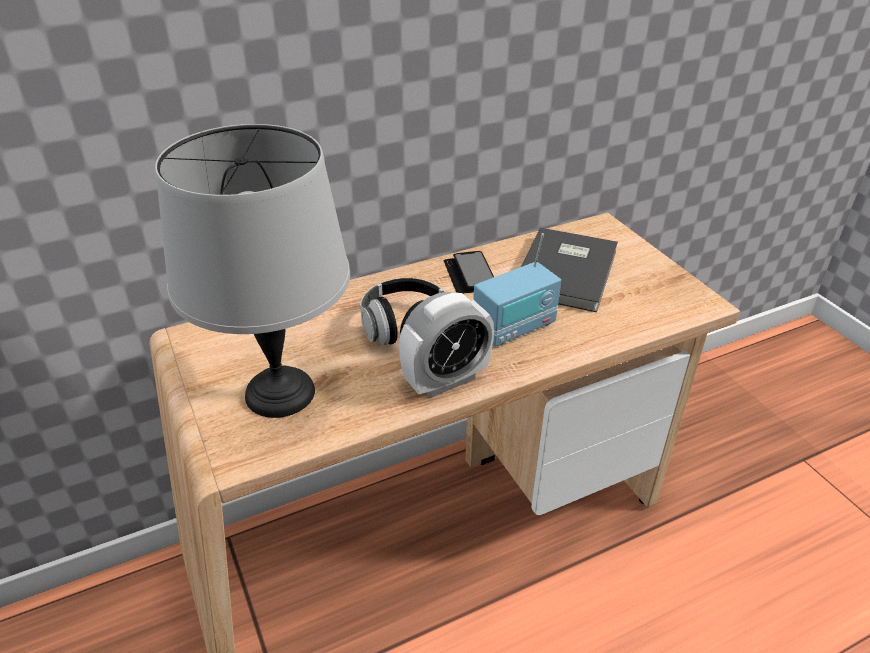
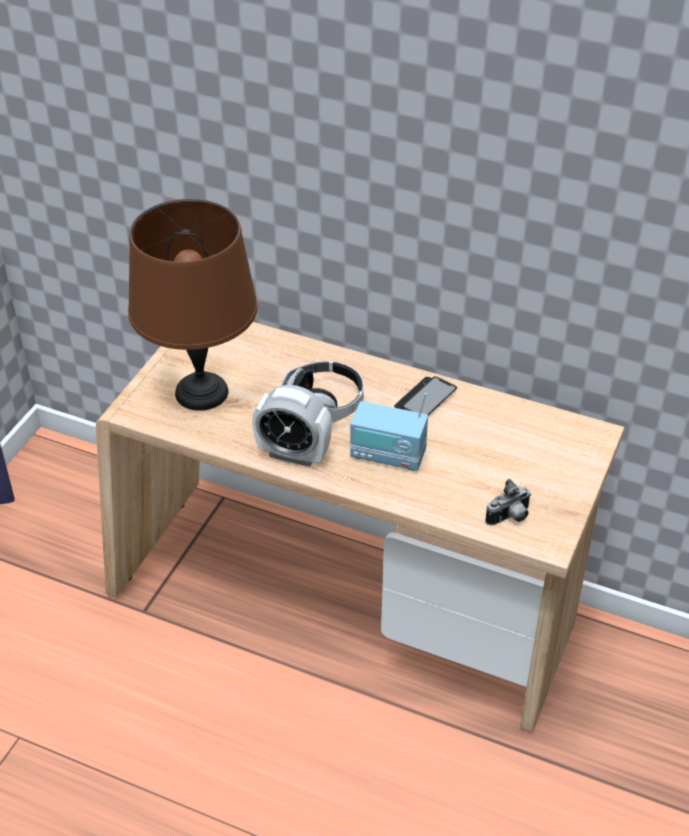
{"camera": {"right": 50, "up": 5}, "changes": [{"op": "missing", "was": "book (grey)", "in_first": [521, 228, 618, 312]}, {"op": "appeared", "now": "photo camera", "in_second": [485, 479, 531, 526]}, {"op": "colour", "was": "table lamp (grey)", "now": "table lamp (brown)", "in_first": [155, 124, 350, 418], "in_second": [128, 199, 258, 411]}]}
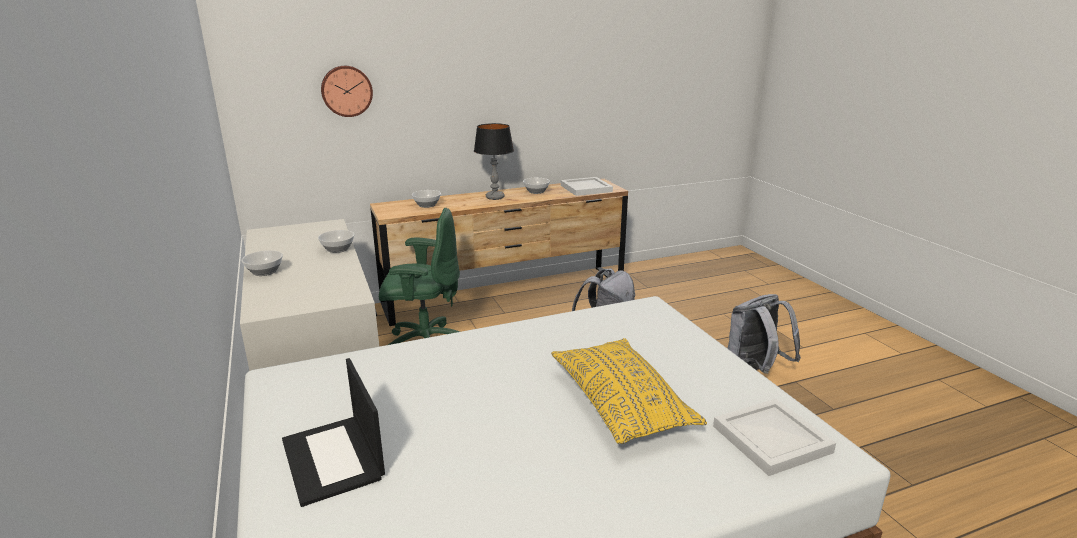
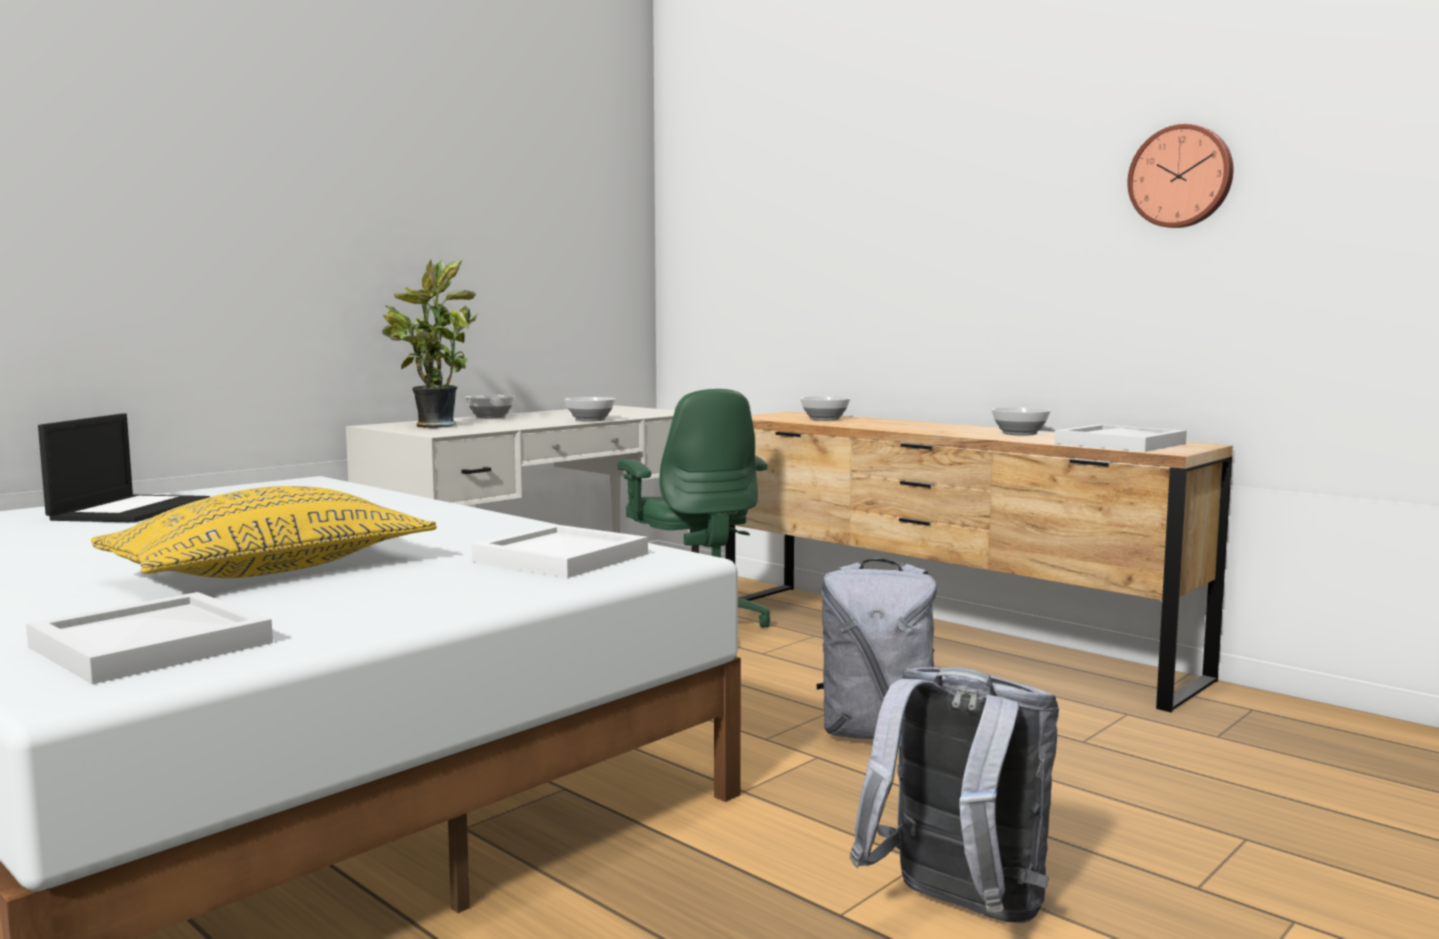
{"camera": {"right": 65, "up": -15}, "changes": [{"op": "missing", "was": "table lamp", "in_first": [474, 123, 514, 200]}, {"op": "appeared", "now": "potted plant", "in_second": [382, 259, 478, 428]}, {"op": "appeared", "now": "tray (white)", "in_second": [472, 524, 648, 578]}, {"op": "relocated", "was": "wall clock", "in_first": [321, 66, 373, 117], "in_second": [1127, 124, 1233, 228]}, {"op": "spun", "was": "laptop", "in_first": [282, 358, 385, 507], "in_second": [38, 413, 210, 523], "clockwise": 150}]}
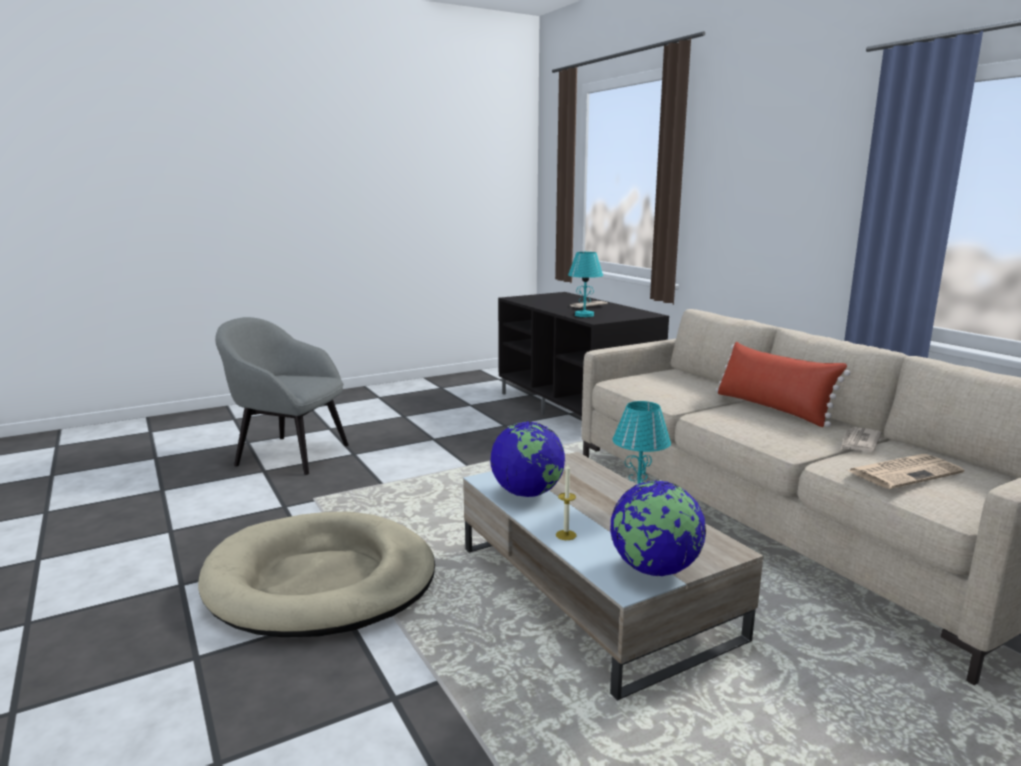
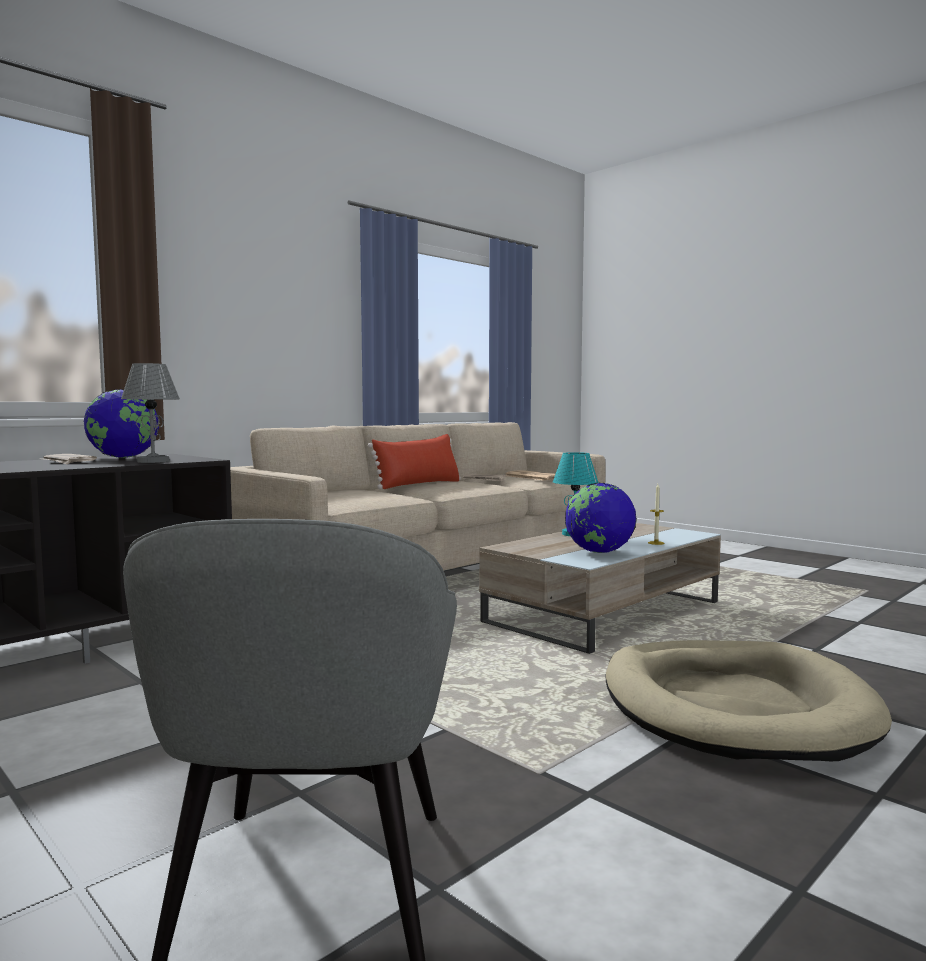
{"camera": {"right": -105, "up": -10}, "changes": [{"op": "relocated", "was": "globe", "in_first": [610, 480, 706, 576], "in_second": [83, 389, 159, 458]}, {"op": "colour", "was": "table lamp (turquoise)", "now": "table lamp (grey)", "in_first": [568, 252, 603, 317], "in_second": [121, 363, 180, 463]}]}
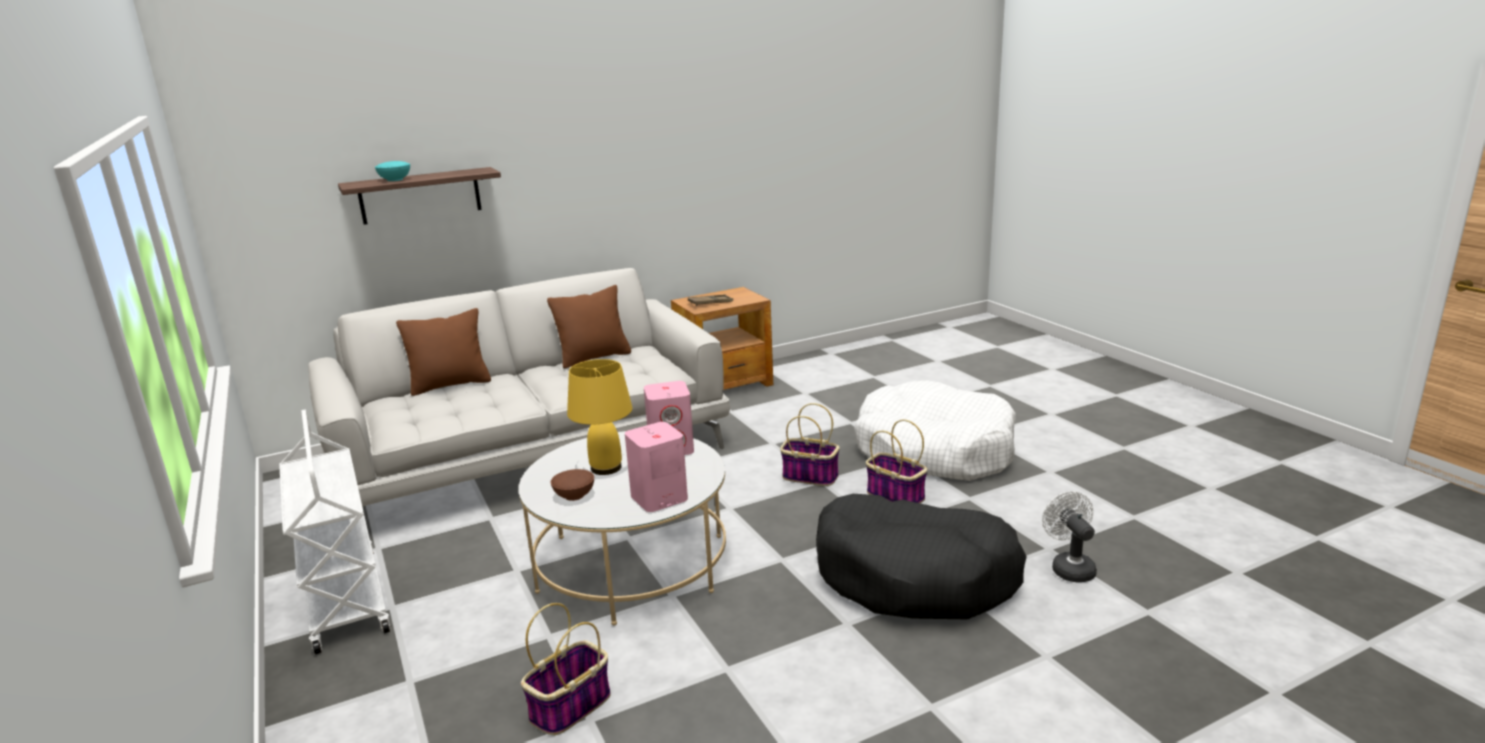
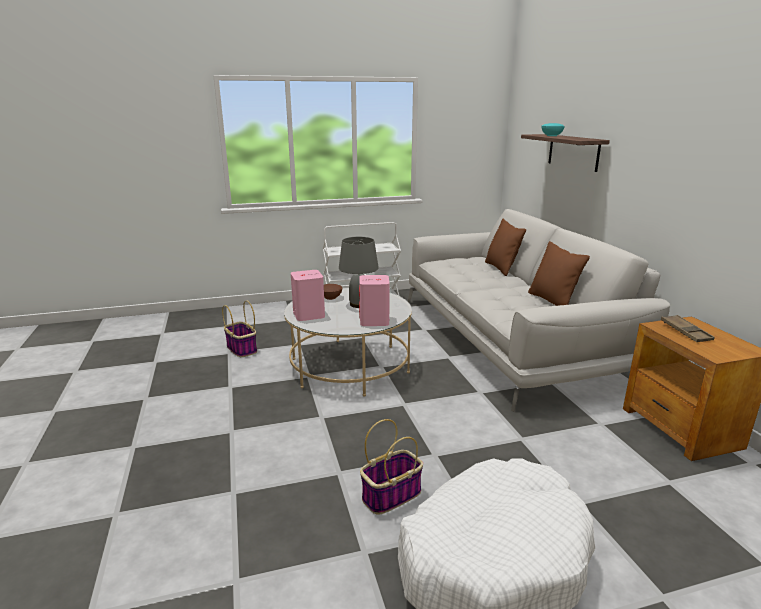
{"camera": {"right": 100, "up": 0}, "changes": [{"op": "missing", "was": "basket", "in_first": [780, 403, 840, 486]}, {"op": "missing", "was": "dog bed (black)", "in_first": [816, 494, 1027, 619]}, {"op": "missing", "was": "fan (white)", "in_first": [1042, 491, 1097, 583]}, {"op": "colour", "was": "table lamp (yellow)", "now": "table lamp (grey)", "in_first": [567, 359, 632, 475], "in_second": [339, 237, 379, 308]}]}
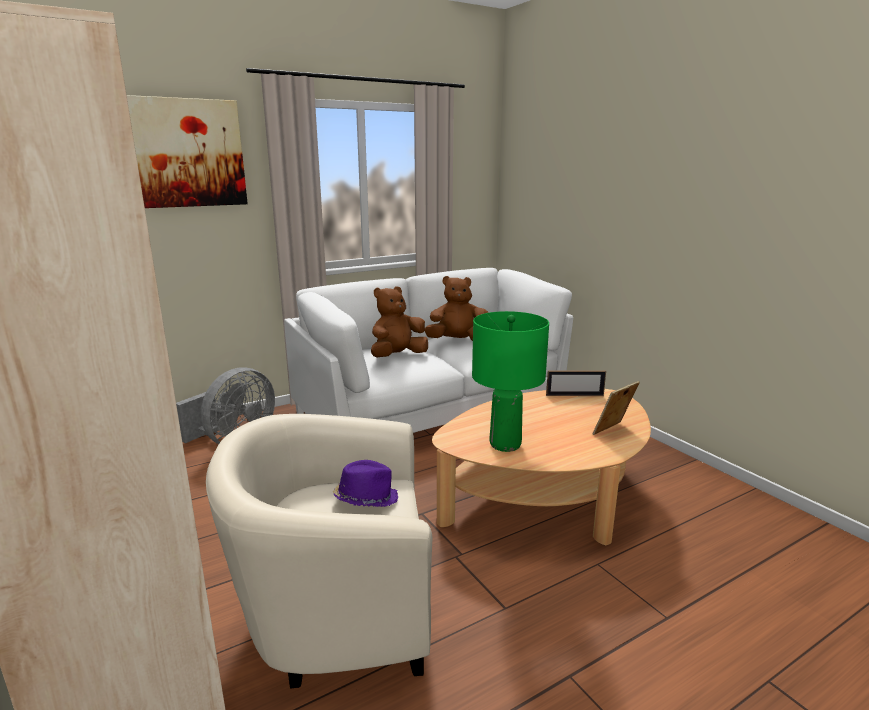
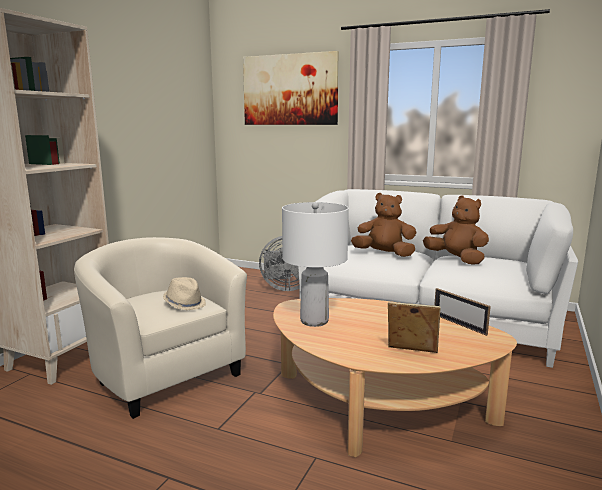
{"camera": {"right": 55, "up": -5}, "changes": [{"op": "colour", "was": "hat (purple)", "now": "hat (beige)", "in_first": [332, 460, 398, 507], "in_second": [163, 277, 206, 310]}, {"op": "colour", "was": "table lamp (green)", "now": "table lamp (white)", "in_first": [472, 311, 549, 452], "in_second": [282, 202, 349, 327]}]}
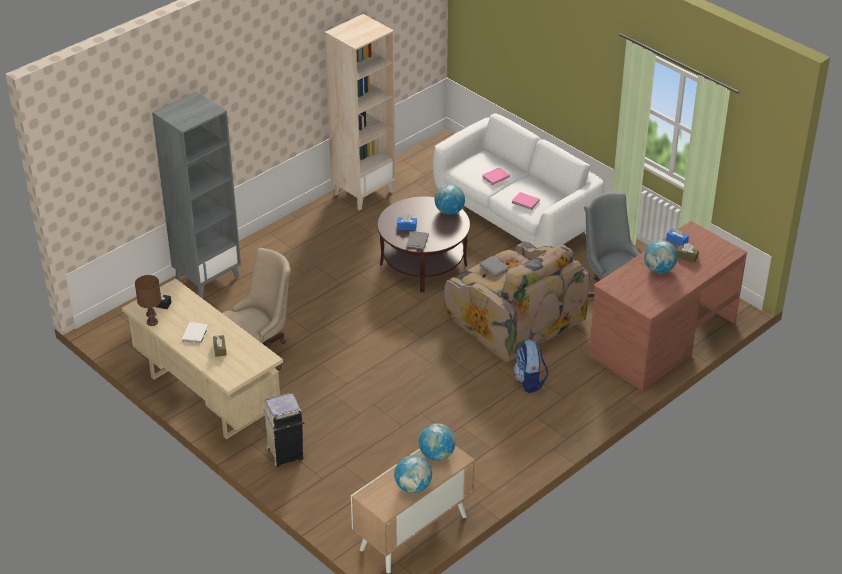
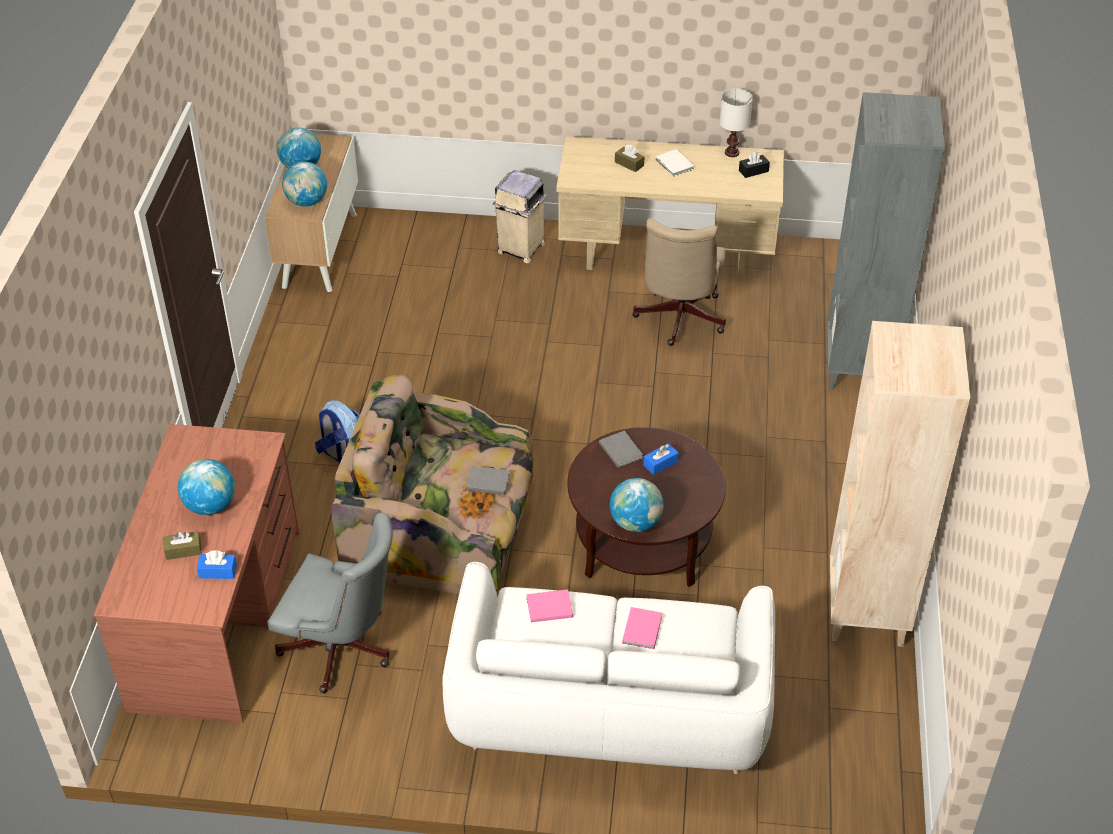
{"camera": {"right": 140, "up": 5}, "changes": [{"op": "colour", "was": "table lamp (brown)", "now": "table lamp (white)", "in_first": [135, 275, 161, 326], "in_second": [720, 89, 753, 157]}]}
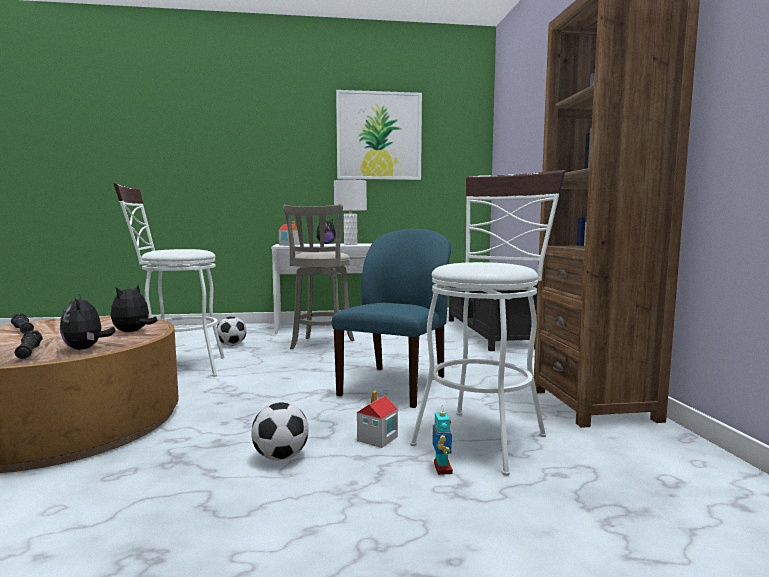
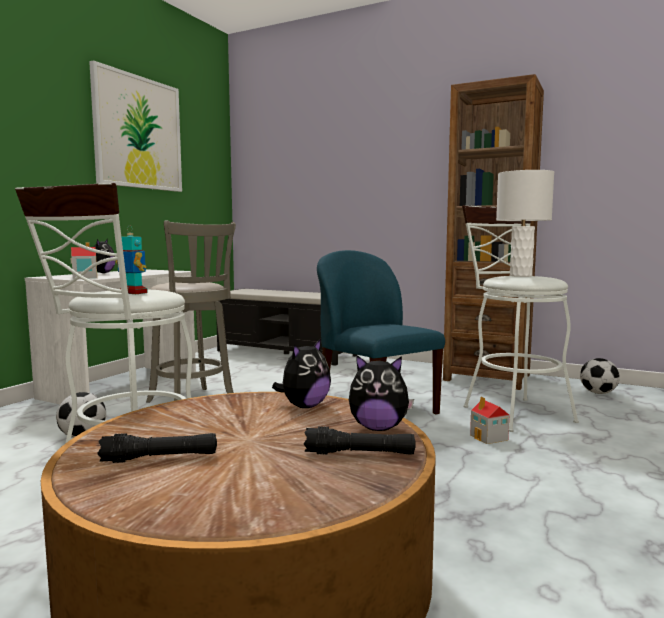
{"camera": {"right": -55, "up": 0}, "changes": [{"op": "relocated", "was": "football", "in_first": [251, 402, 309, 461], "in_second": [580, 358, 620, 394]}, {"op": "relocated", "was": "table lamp (white)", "in_first": [334, 179, 367, 245], "in_second": [496, 170, 554, 277]}, {"op": "relocated", "was": "toy robot", "in_first": [432, 411, 453, 475], "in_second": [115, 225, 148, 294]}, {"op": "spun", "was": "plush toy", "in_first": [111, 285, 158, 332], "in_second": [272, 339, 331, 408], "clockwise": -105}]}
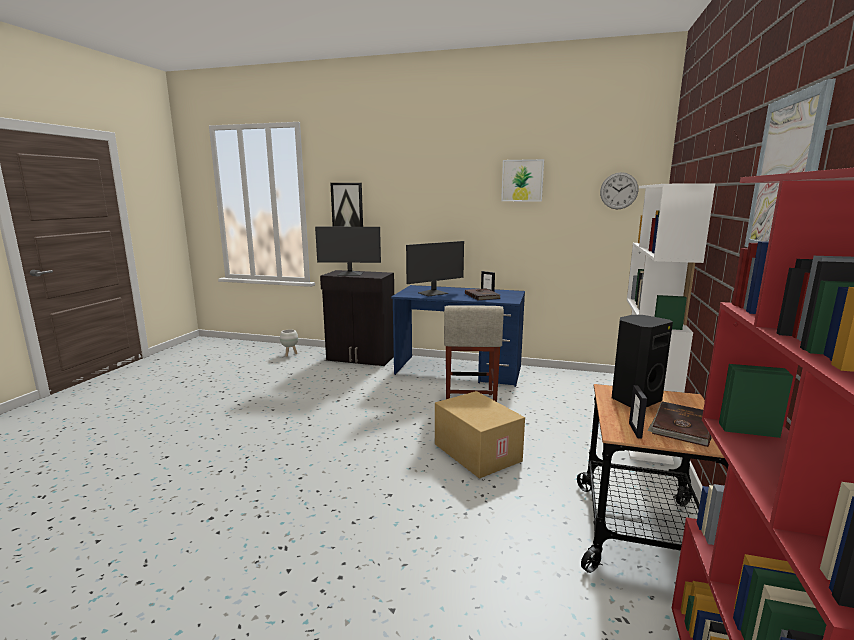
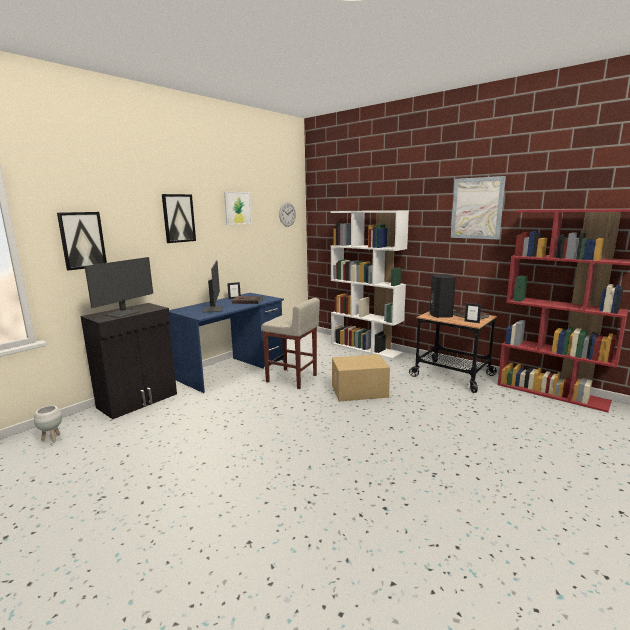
{"camera": {"right": -65, "up": 0}, "changes": [{"op": "appeared", "now": "picture", "in_second": [162, 194, 196, 243]}]}
